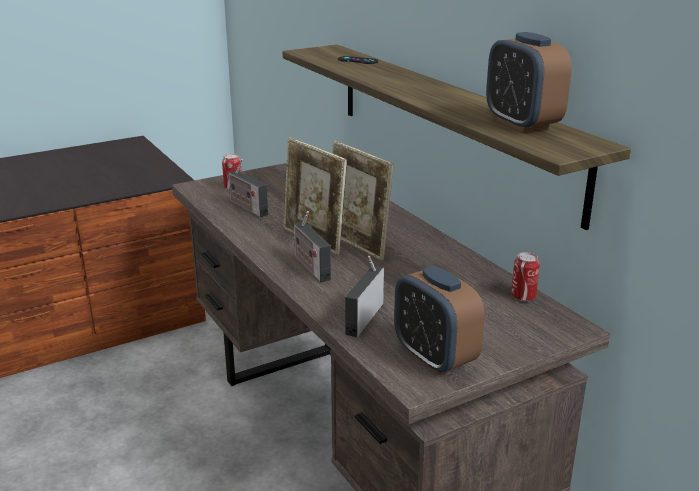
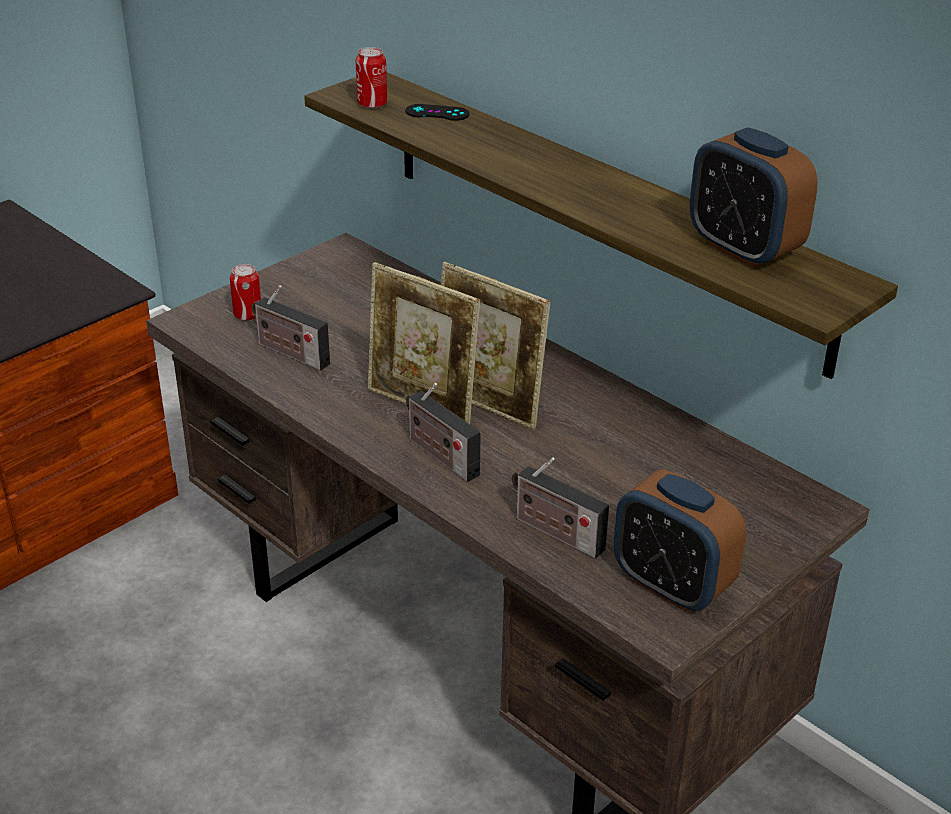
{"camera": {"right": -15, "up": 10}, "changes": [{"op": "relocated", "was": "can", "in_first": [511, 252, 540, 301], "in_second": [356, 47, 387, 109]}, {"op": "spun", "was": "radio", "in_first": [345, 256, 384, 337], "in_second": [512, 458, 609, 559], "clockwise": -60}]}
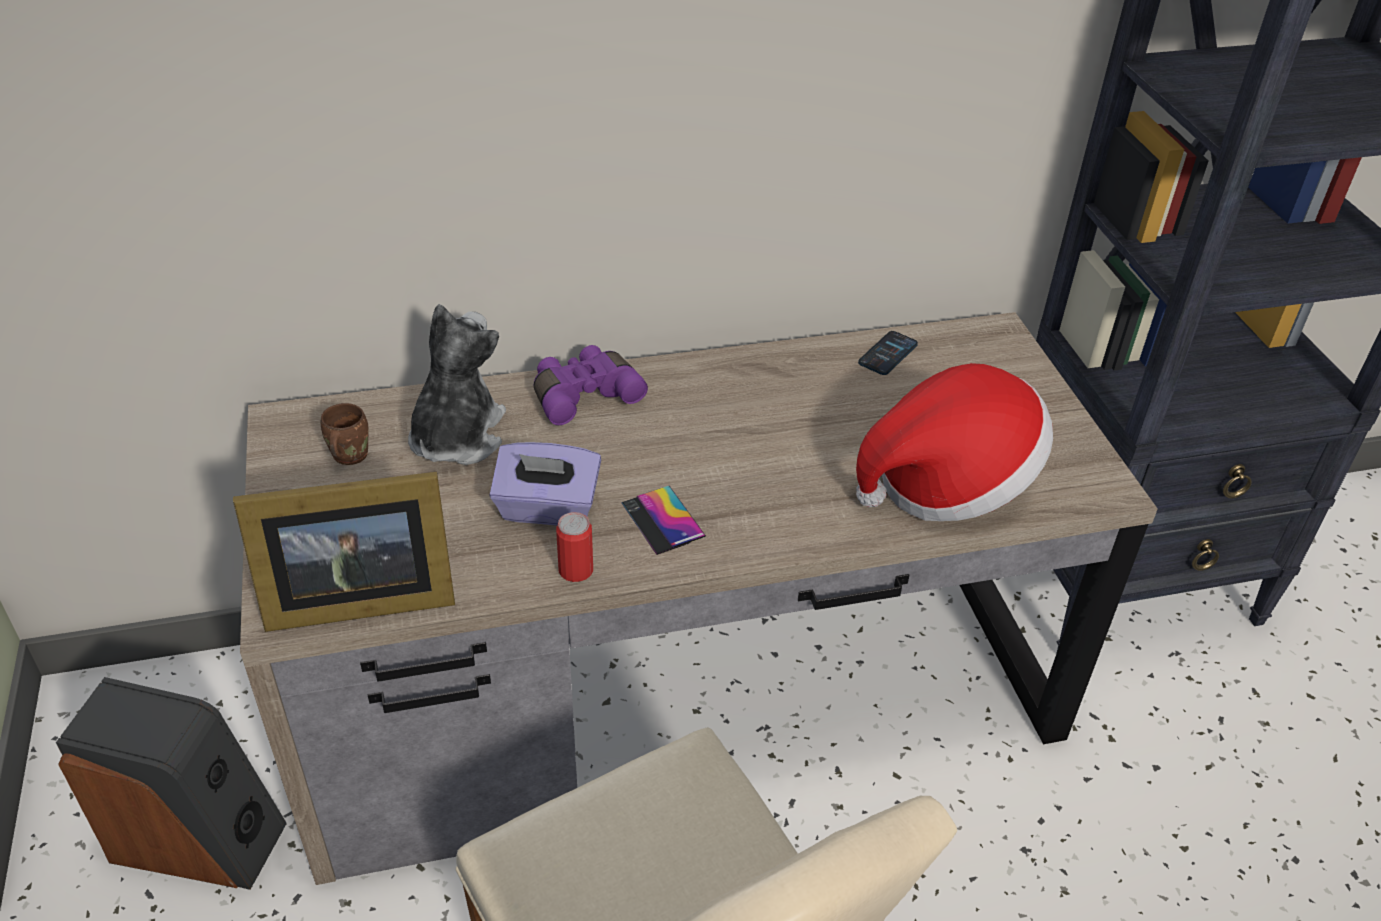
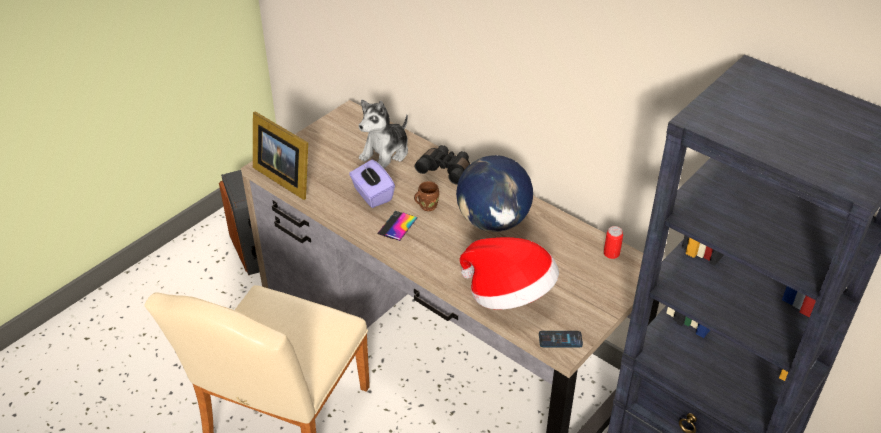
{"camera": {"right": 55, "up": 0}, "changes": [{"op": "appeared", "now": "globe", "in_second": [456, 155, 533, 232]}, {"op": "relocated", "was": "mug (brown)", "in_first": [321, 403, 369, 465], "in_second": [414, 181, 439, 211]}, {"op": "relocated", "was": "can", "in_first": [556, 512, 593, 582], "in_second": [604, 226, 623, 259]}, {"op": "relocated", "was": "phone", "in_first": [858, 331, 918, 375], "in_second": [539, 331, 583, 348]}, {"op": "colour", "was": "binoculars (purple)", "now": "binoculars (black)", "in_first": [534, 345, 648, 425], "in_second": [415, 145, 470, 185]}, {"op": "spun", "was": "plush toy", "in_first": [408, 304, 506, 465], "in_second": [359, 100, 408, 168], "clockwise": 150}]}
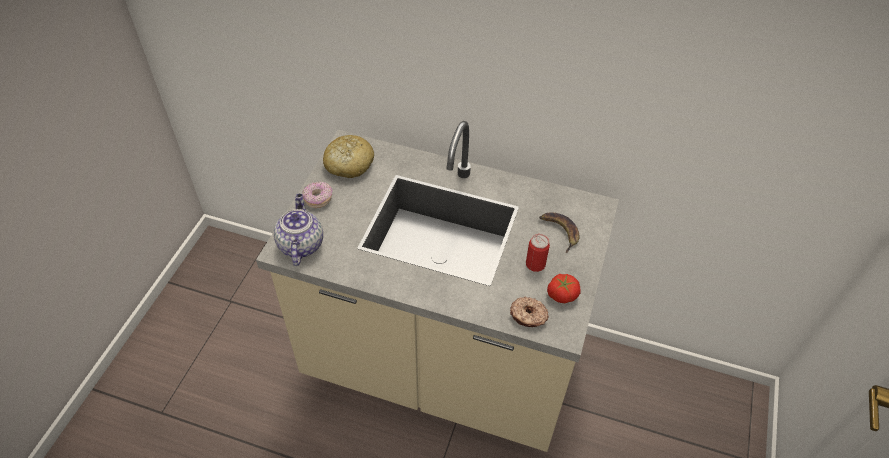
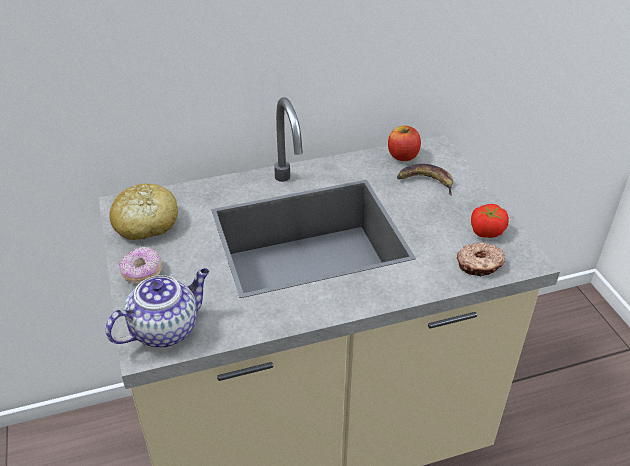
{"camera": {"right": -35, "up": -10}, "changes": [{"op": "missing", "was": "can", "in_first": [526, 234, 550, 272]}, {"op": "appeared", "now": "apple", "in_second": [388, 126, 421, 161]}, {"op": "spun", "was": "teapot", "in_first": [274, 194, 323, 266], "in_second": [105, 268, 209, 348], "clockwise": 90}]}
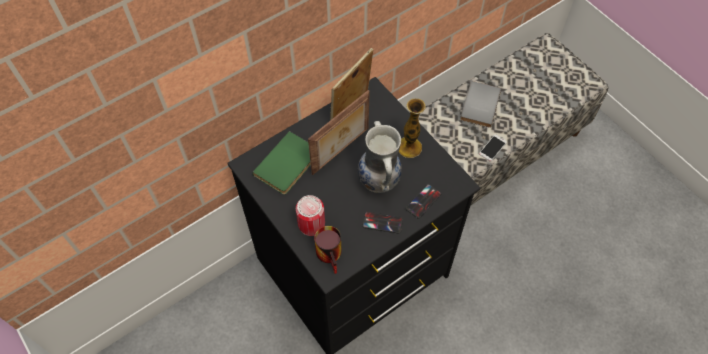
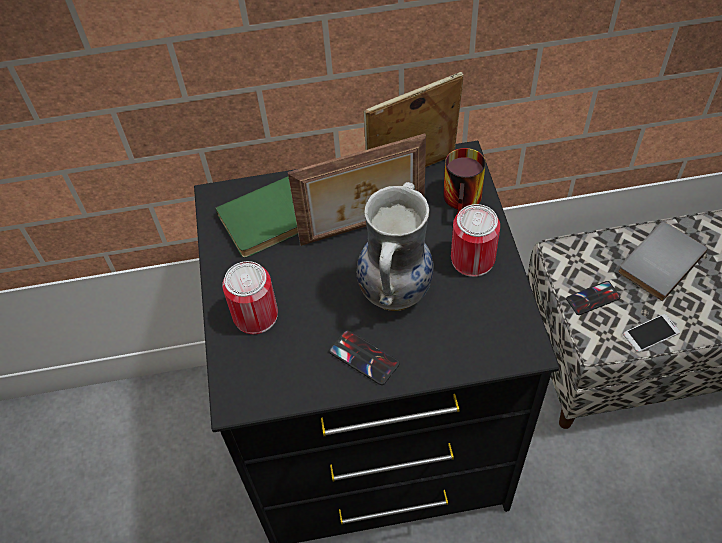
{"camera": {"right": 30, "up": -5}, "changes": [{"op": "relocated", "was": "mug", "in_first": [314, 226, 342, 274], "in_second": [443, 148, 486, 213]}, {"op": "relocated", "was": "phone", "in_first": [405, 184, 441, 219], "in_second": [566, 281, 620, 315]}, {"op": "exchanged", "was": "vase", "now": "can", "in_first": [399, 99, 426, 158], "in_second": [451, 204, 500, 277]}]}
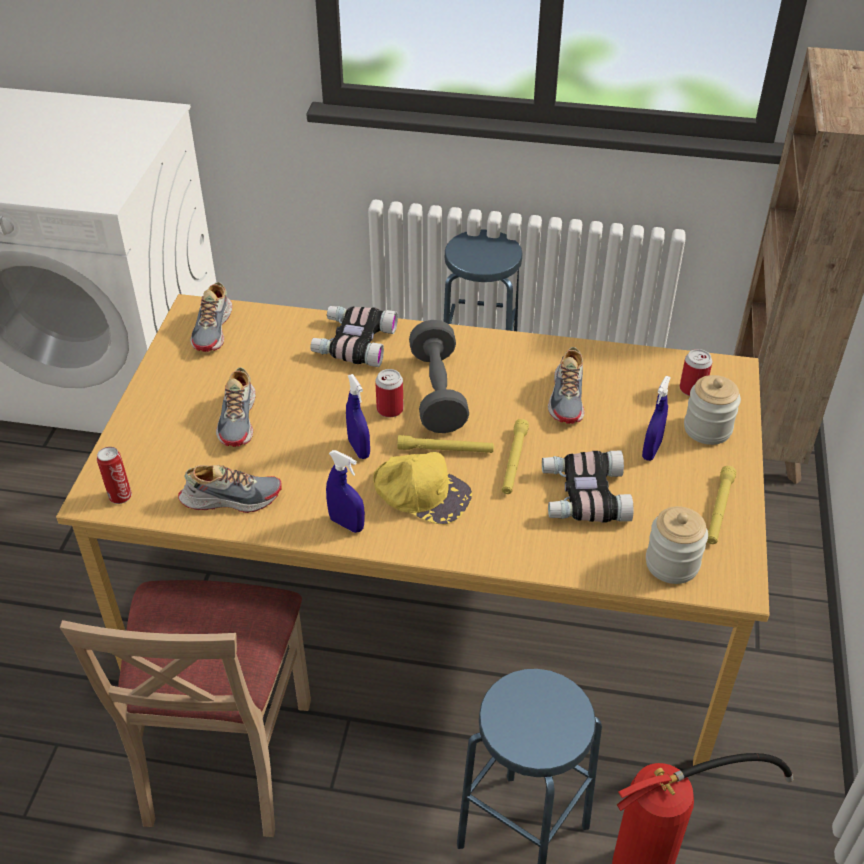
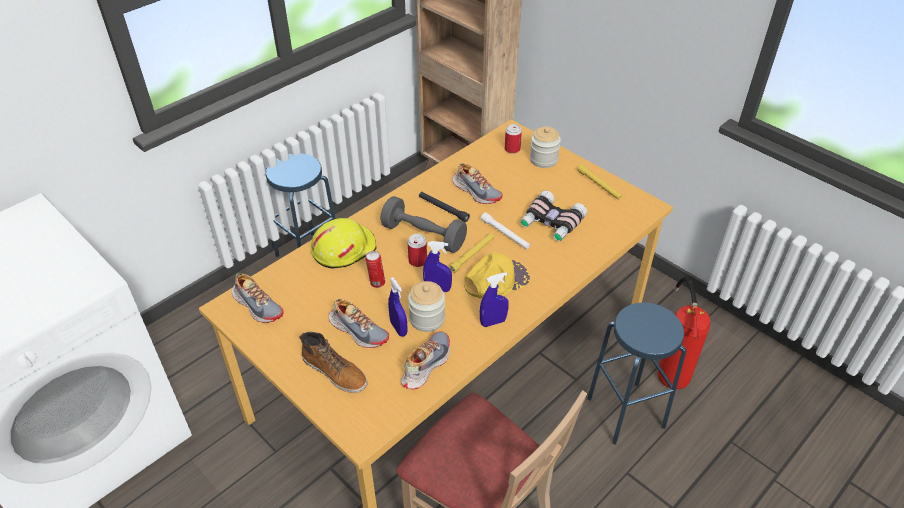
{"camera": {"right": -55, "up": 0}, "changes": [{"op": "appeared", "now": "boot", "in_second": [299, 332, 368, 393]}, {"op": "appeared", "now": "flashlight (black)", "in_second": [419, 192, 470, 222]}, {"op": "relocated", "was": "can", "in_first": [97, 447, 132, 504], "in_second": [365, 251, 385, 288]}, {"op": "relocated", "was": "spray bottle (blue)", "in_first": [642, 376, 671, 461], "in_second": [388, 277, 408, 337]}, {"op": "relocated", "was": "jar", "in_first": [646, 506, 708, 584], "in_second": [408, 281, 445, 332]}, {"op": "exchanged", "was": "binoculars", "now": "hard hat (yellow)", "in_first": [310, 306, 398, 367], "in_second": [311, 218, 377, 269]}, {"op": "colour", "was": "flashlight (yellow)", "now": "flashlight (white)", "in_first": [502, 419, 529, 494], "in_second": [481, 212, 530, 249]}]}
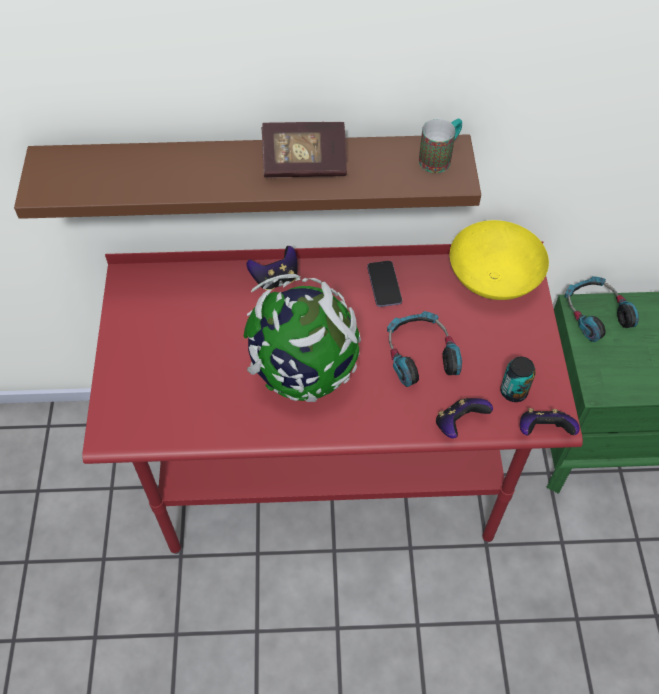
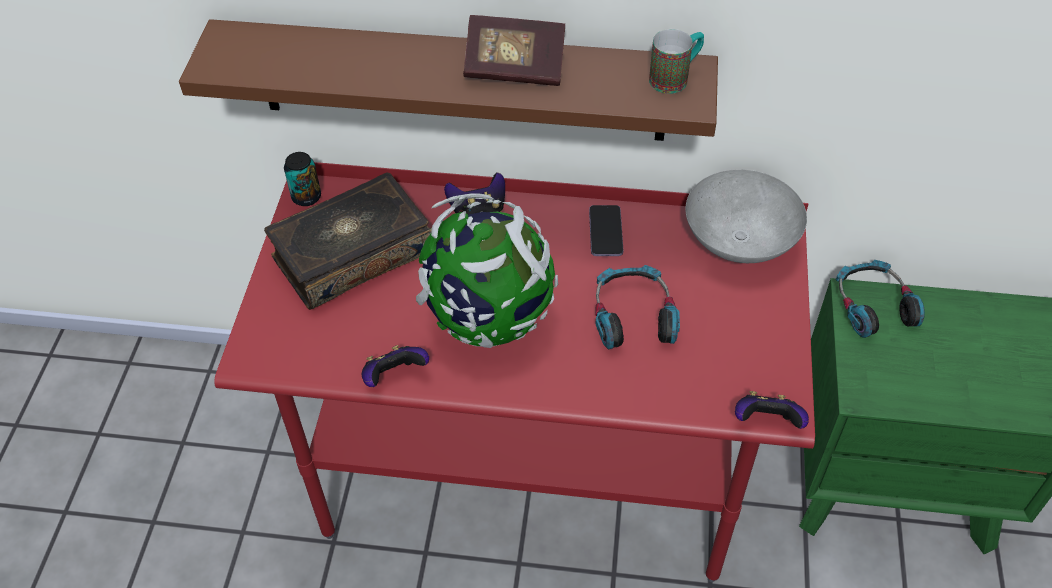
{"camera": {"right": 10, "up": -5}, "changes": [{"op": "appeared", "now": "book", "in_second": [264, 172, 432, 310]}, {"op": "relocated", "was": "game controller", "in_first": [436, 398, 493, 439], "in_second": [362, 345, 429, 387]}, {"op": "relocated", "was": "can", "in_first": [500, 357, 536, 402], "in_second": [284, 152, 321, 206]}, {"op": "colour", "was": "bowl (yellow)", "now": "bowl (grey)", "in_first": [450, 220, 549, 300], "in_second": [685, 169, 807, 263]}]}
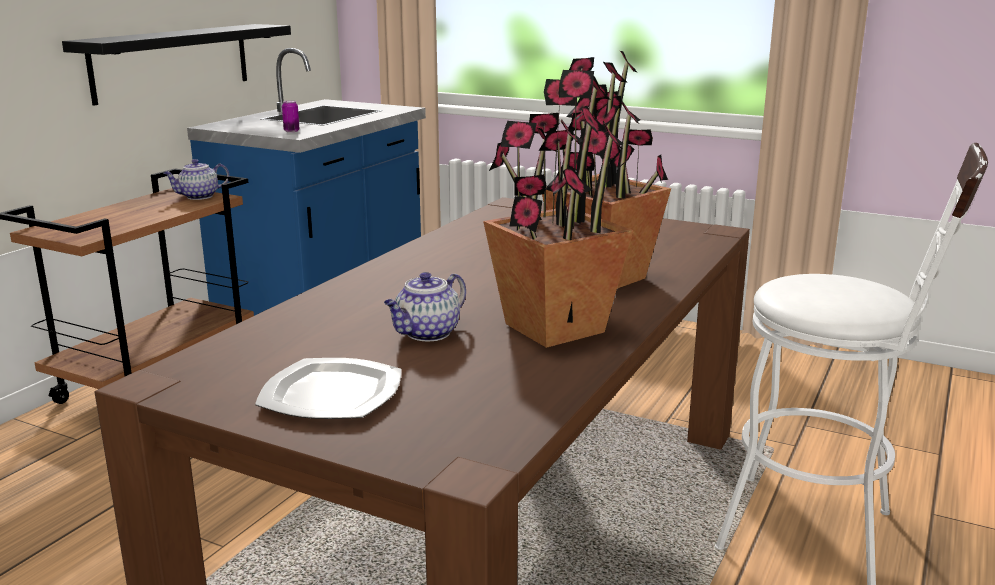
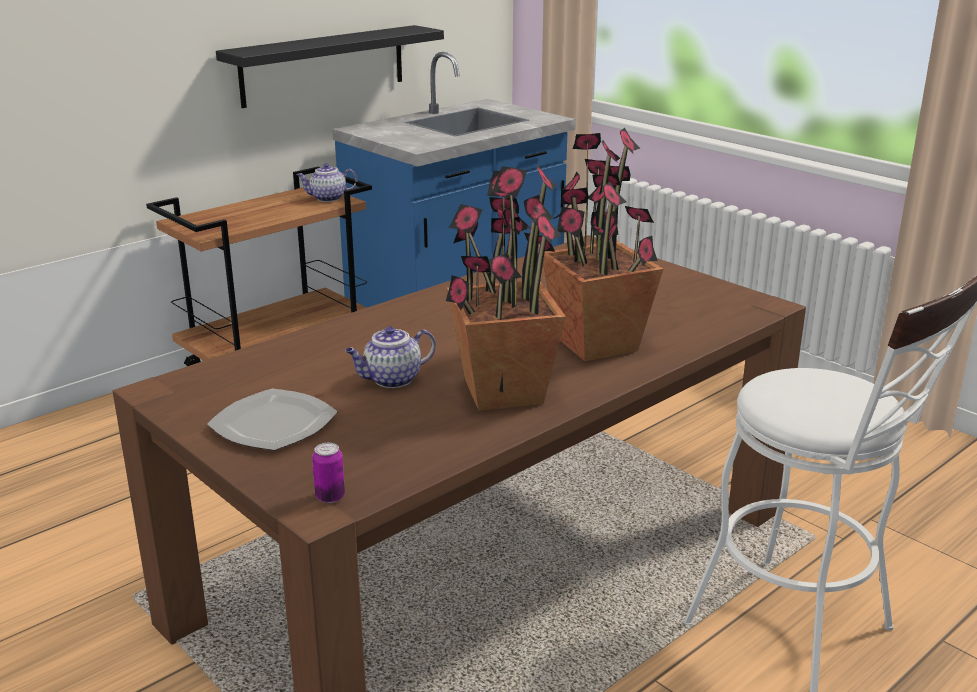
{"camera": {"right": 20, "up": 5}, "changes": [{"op": "relocated", "was": "can", "in_first": [282, 100, 299, 132], "in_second": [312, 443, 345, 503]}]}
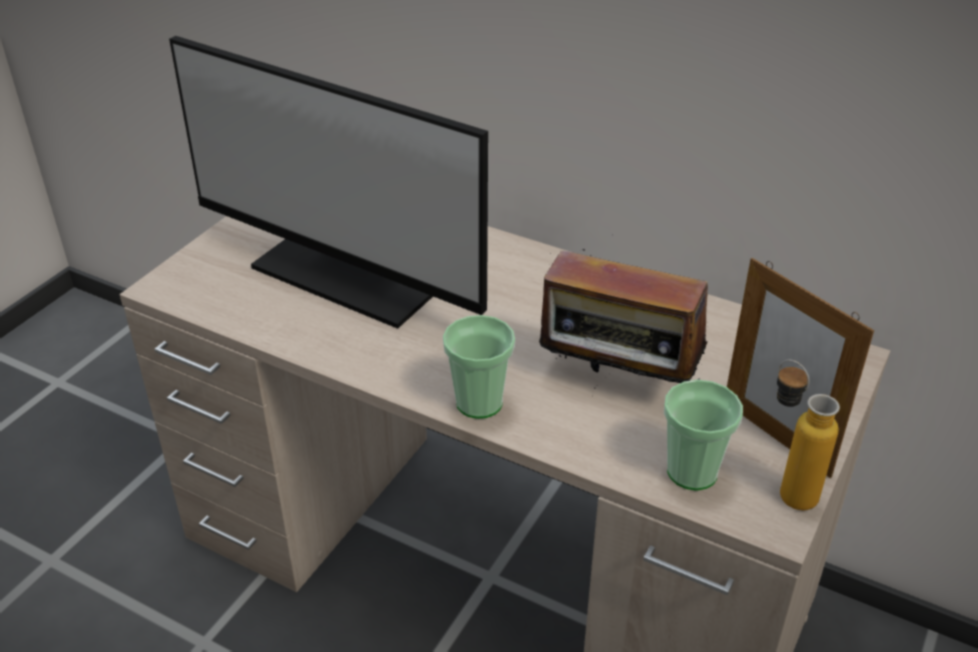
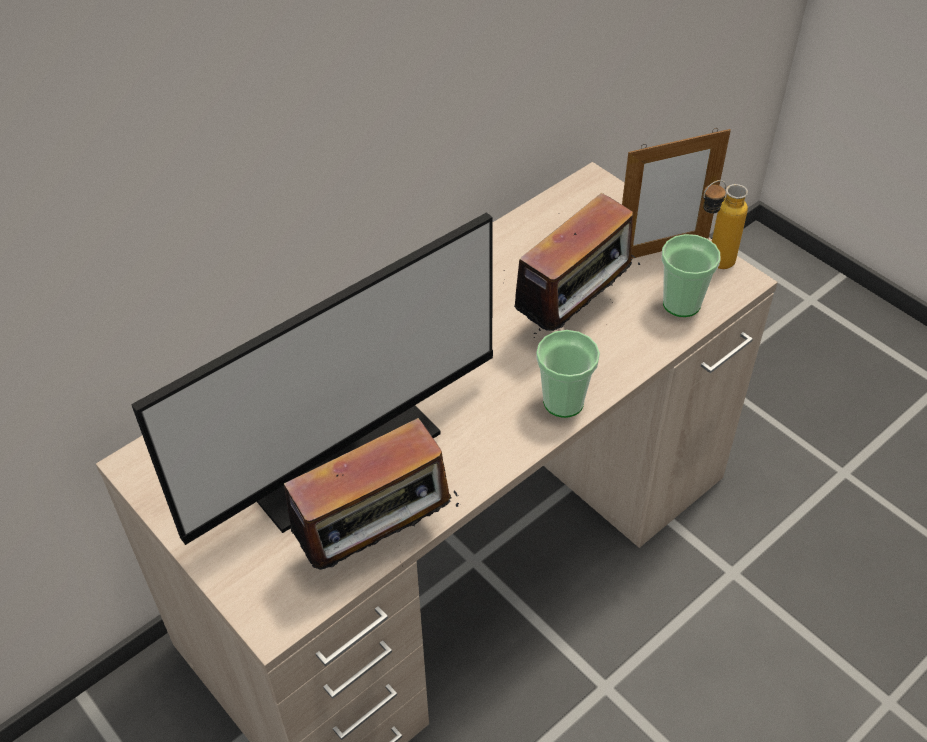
{"camera": {"right": -70, "up": 10}, "changes": [{"op": "appeared", "now": "radio", "in_second": [266, 418, 459, 570]}]}
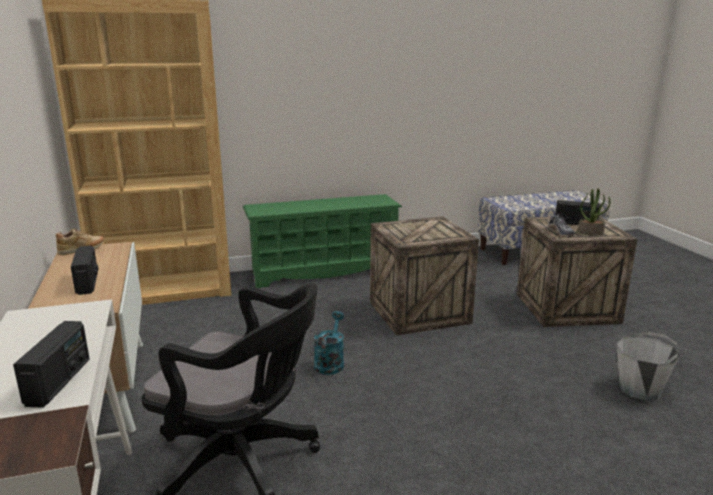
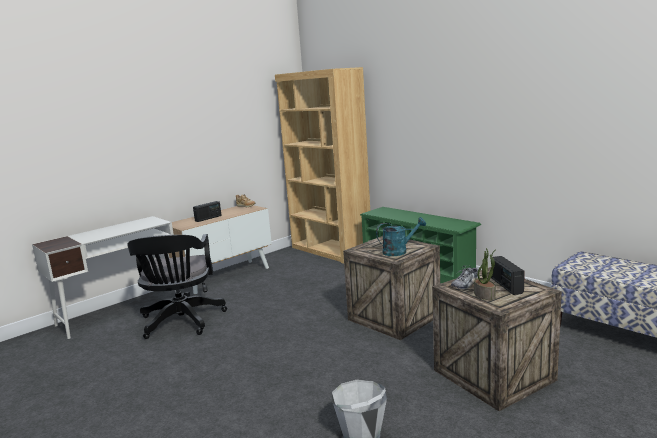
{"camera": {"right": 65, "up": -5}, "changes": [{"op": "missing", "was": "radio", "in_first": [13, 321, 90, 408]}, {"op": "relocated", "was": "watering can (turquoise)", "in_first": [314, 311, 344, 375], "in_second": [376, 217, 426, 256]}]}
